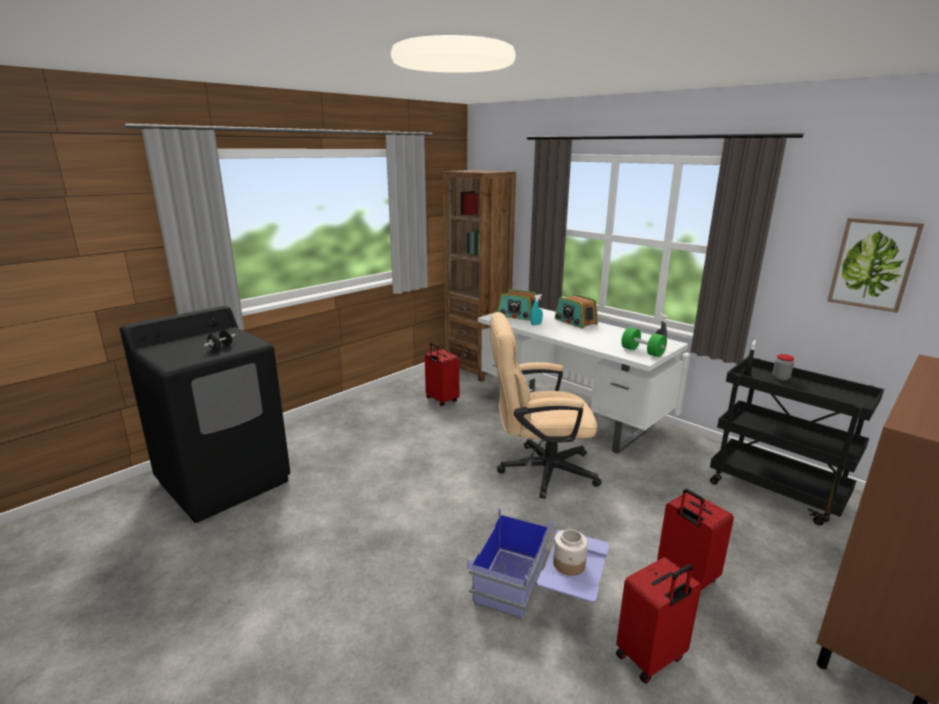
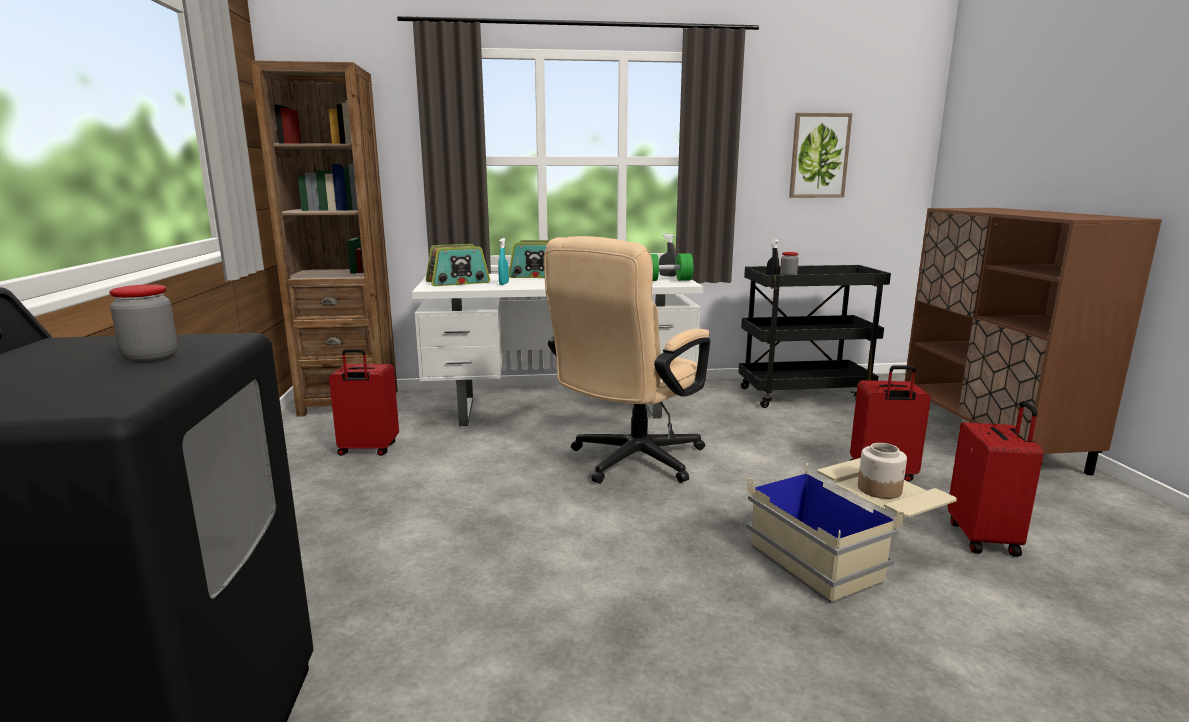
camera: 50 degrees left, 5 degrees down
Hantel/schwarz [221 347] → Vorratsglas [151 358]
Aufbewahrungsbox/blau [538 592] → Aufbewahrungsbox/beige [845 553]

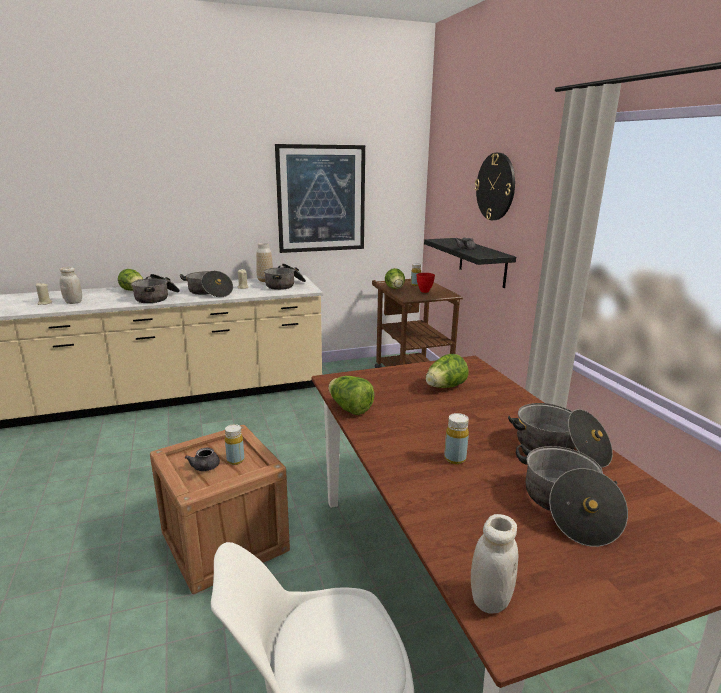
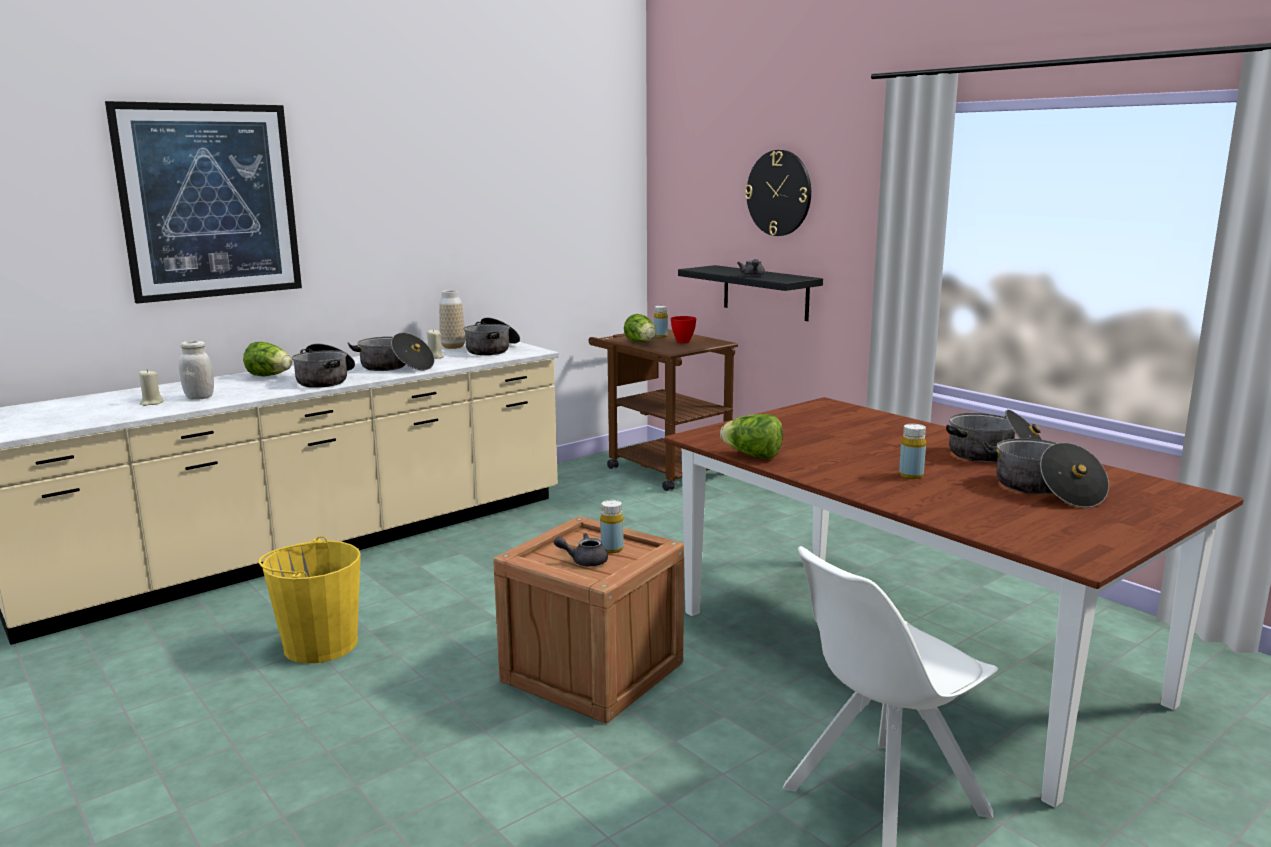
camera: 20 degrees left, 5 degrees down
Salatkopf [445 387] → -
Vorratsglas/weiß [490 600] → -
- → Eimer/gelb [320 645]
Bild [321 199] → Bild [210 201], move
Teekanne/grau [205 468] → Teekanne/grau [584 561], 120 degrees clockwise

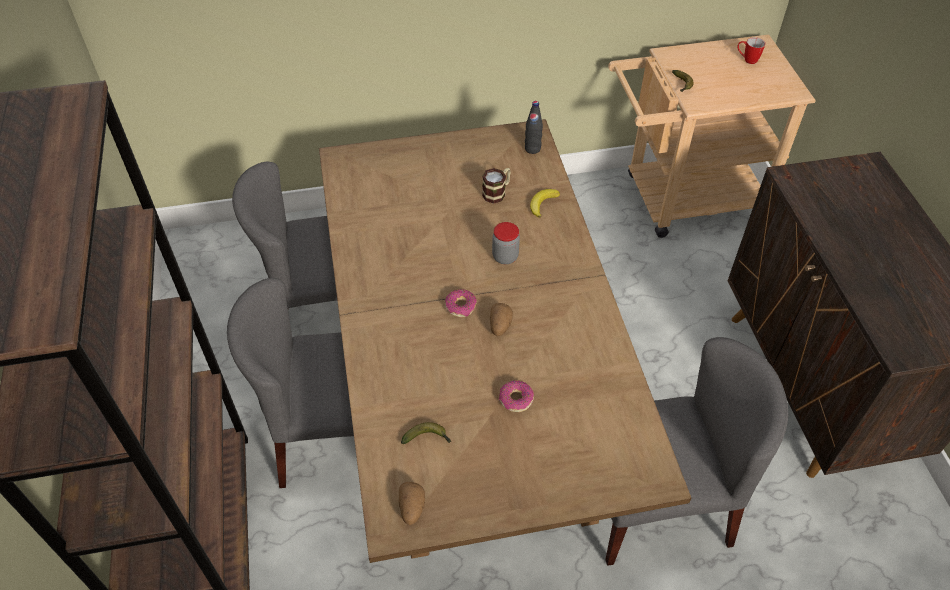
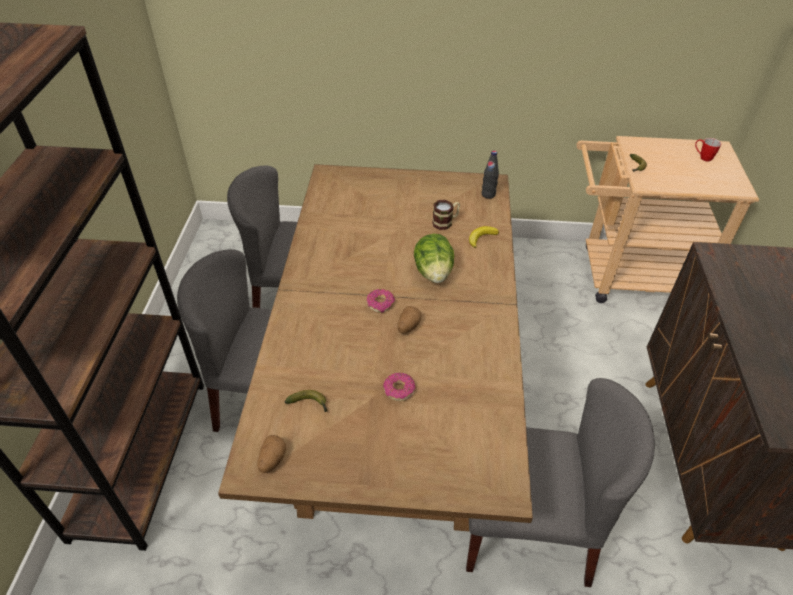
camera: 15 degrees right, 5 degrees down
Vorratsglas [505 257] → Salatkopf [433 272]

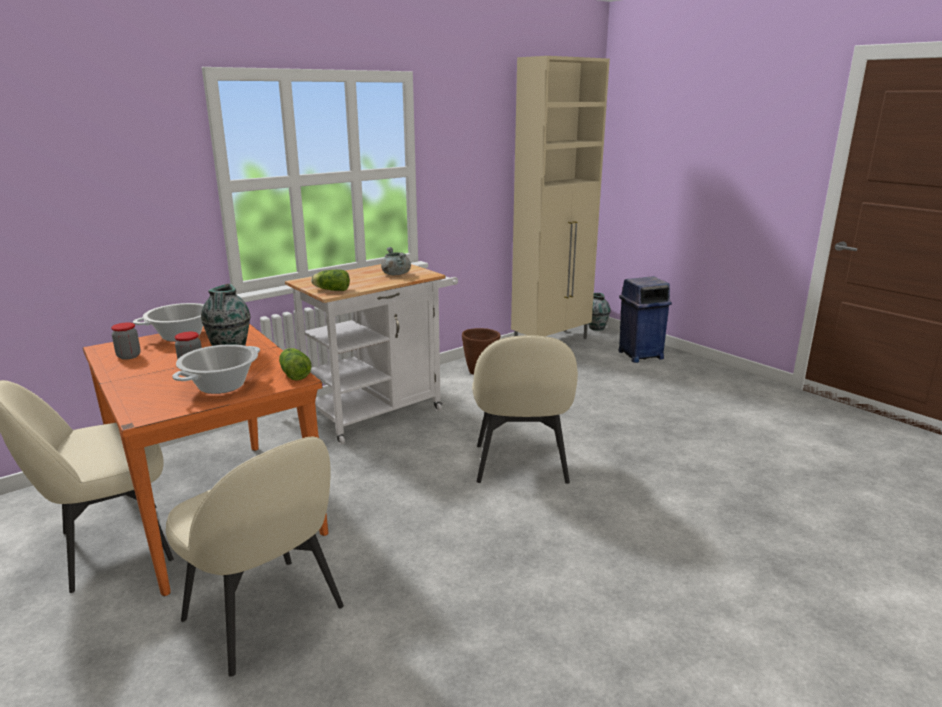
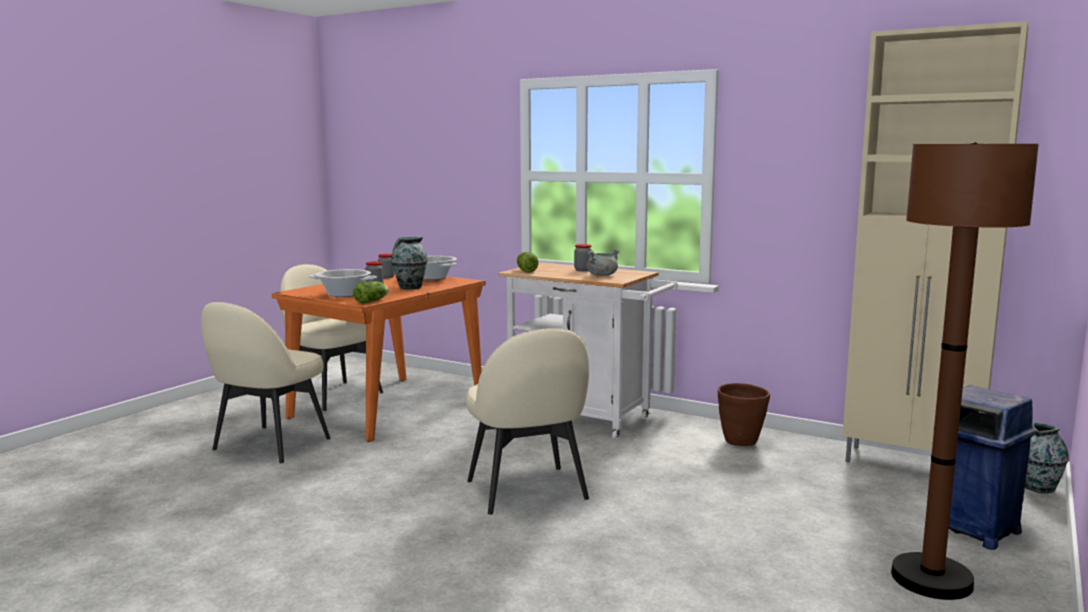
camera: 70 degrees right, 10 degrees down
- → Vorratsglas [583 270]
- → Stehlampe/braun [931 579]
Stuhl/beige [521 465] → Stuhl/beige [527 491], 90 degrees counterclockwise

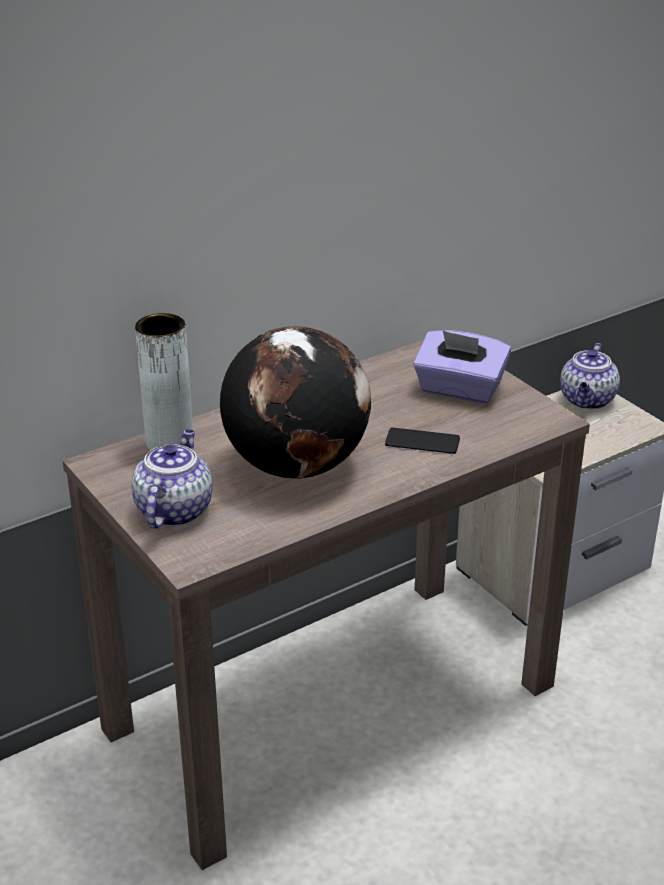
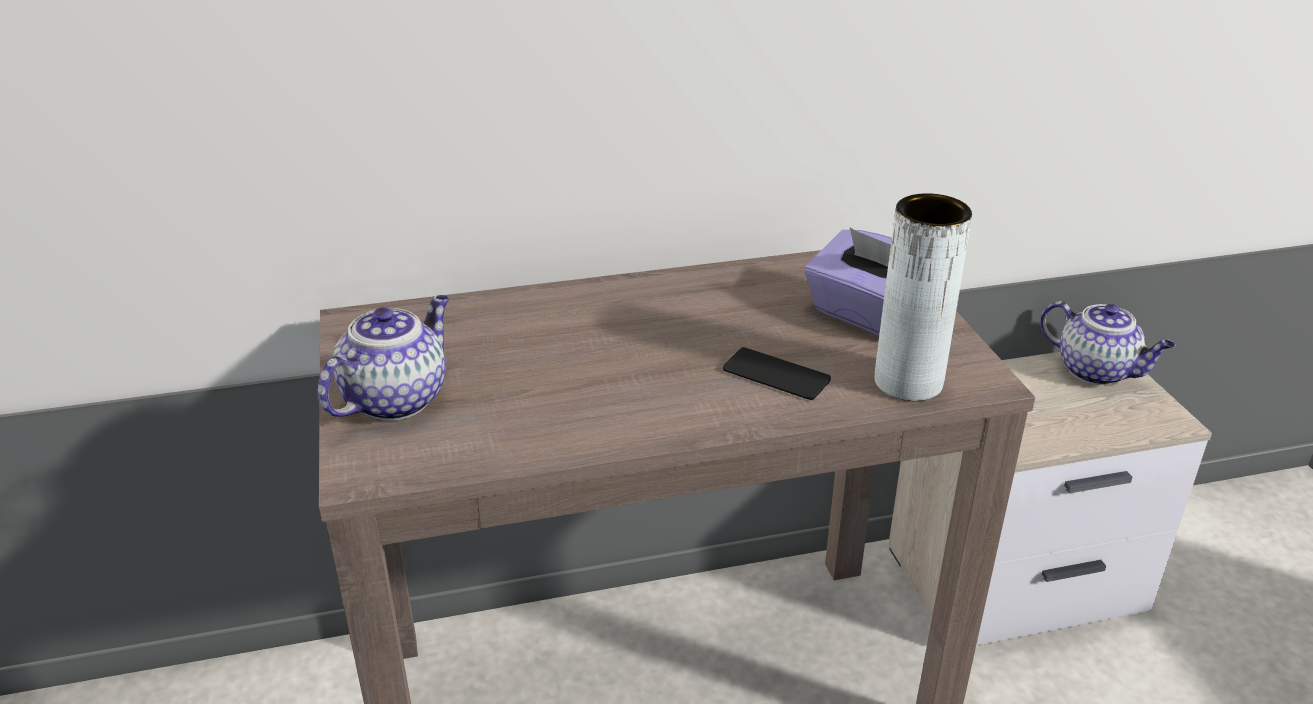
camera: 20 degrees right, 0 degrees up
Globus [296 465] → -
Vase/weiß [169 443] → Vase/weiß [908 382], move
Teekanne [587 401] → Teekanne [1097 371], 90 degrees counterclockwise

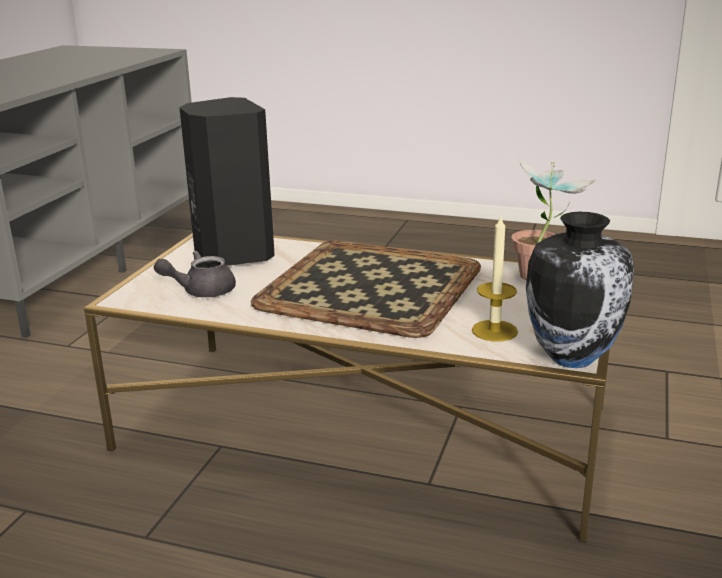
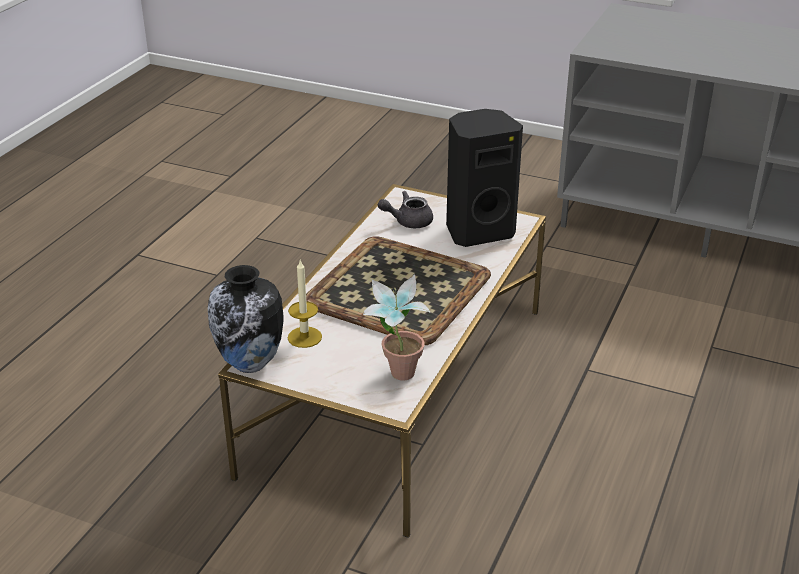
camera: 95 degrees right, 10 degrees up
Teekanne/grau [201 291] → Teekanne/grau [408 221], 90 degrees counterclockwise

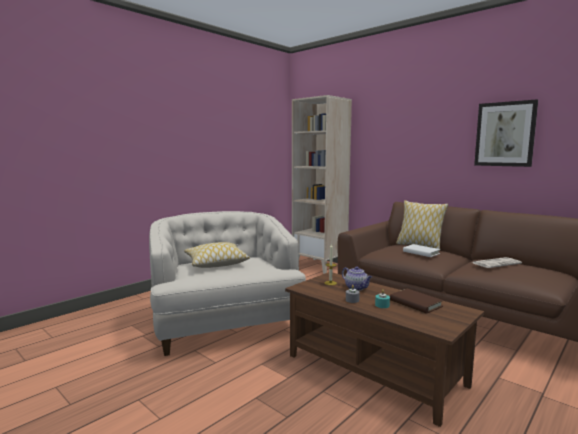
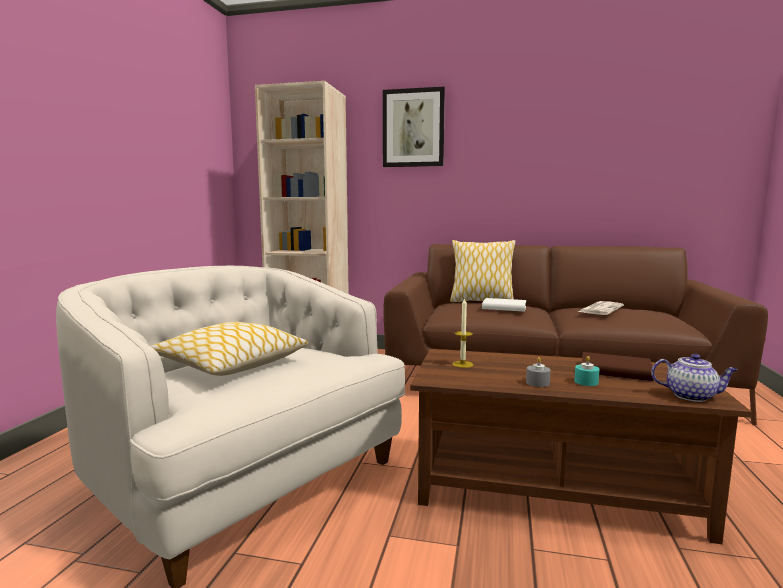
camera: 30 degrees left, 0 degrees up
Teekanne [356 288] → Teekanne [691 396], move
Bild [505 134] → Bild [413 128], move

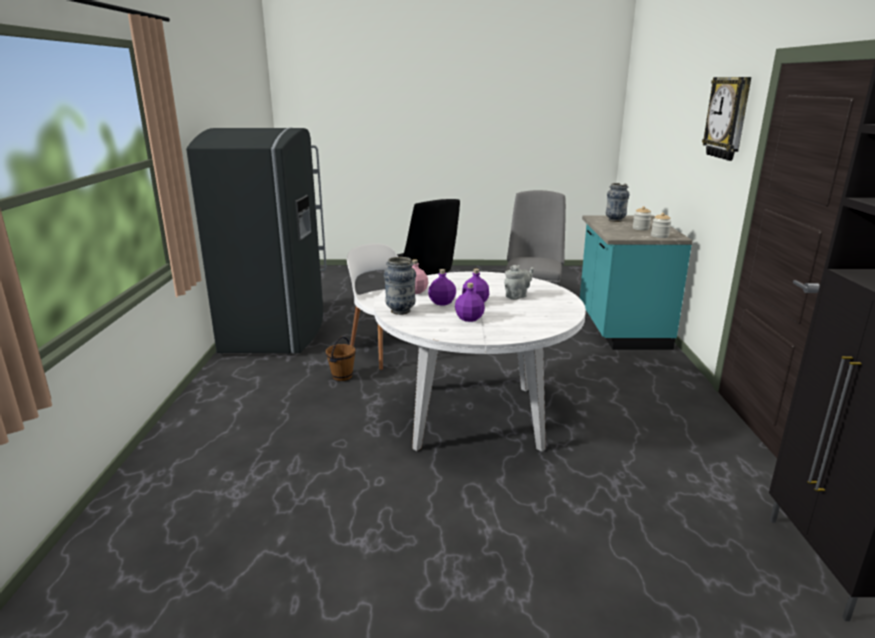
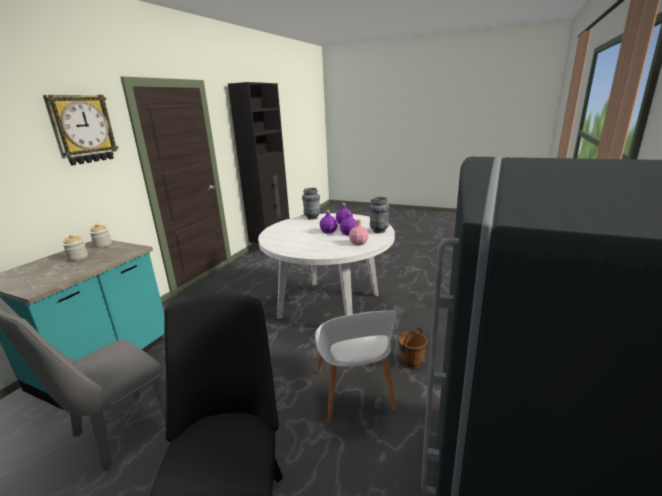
camera: 155 degrees left, 0 degrees up
Teekanne/grau [517 296] → -
Vase [615 220] → Vase [312 218], move

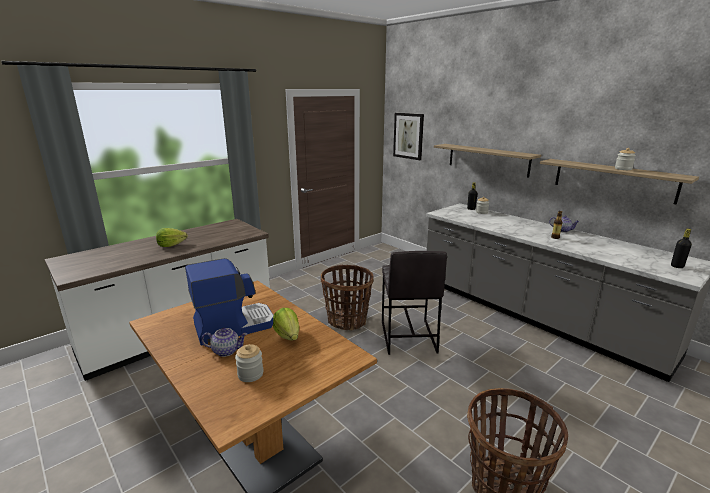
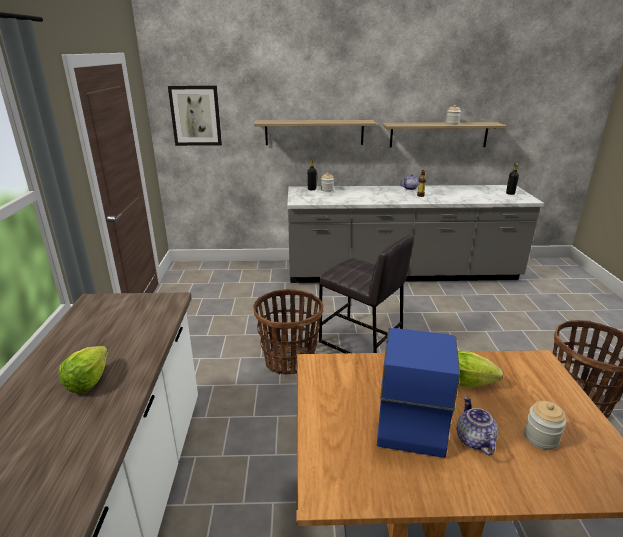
camera: 50 degrees left, 5 degrees up
Teekanne [226 351] → Teekanne [473 439], 45 degrees counterclockwise

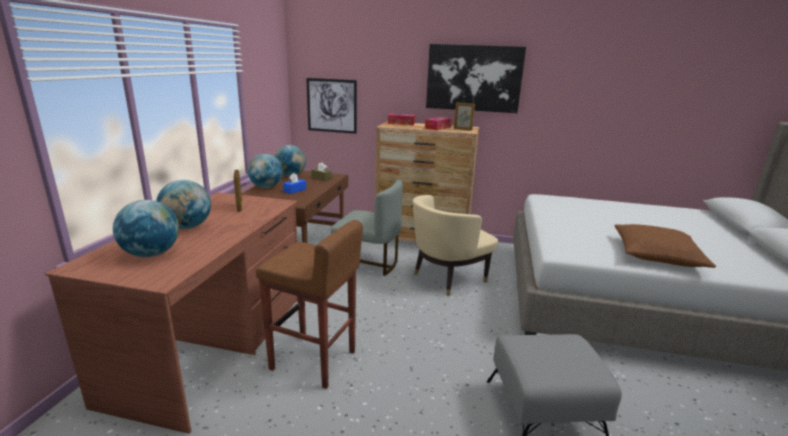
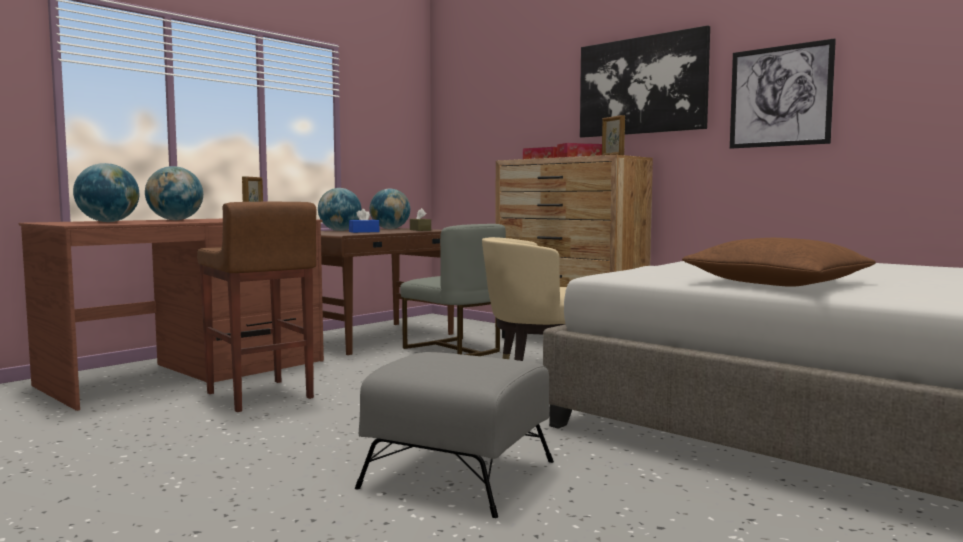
camera: 30 degrees right, 15 degrees down
Bild [332 105] → Bild [780 96], move

